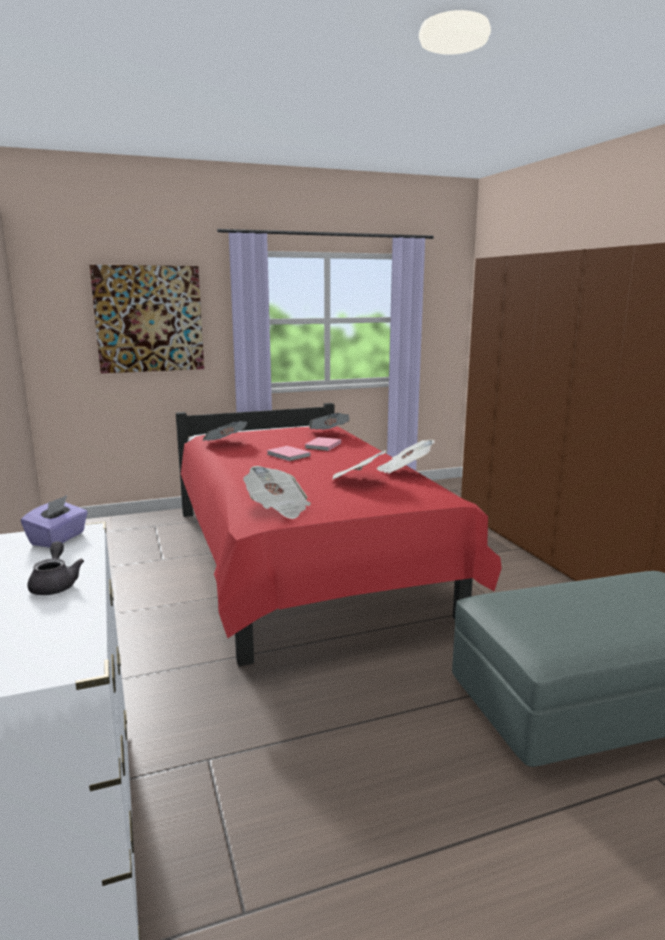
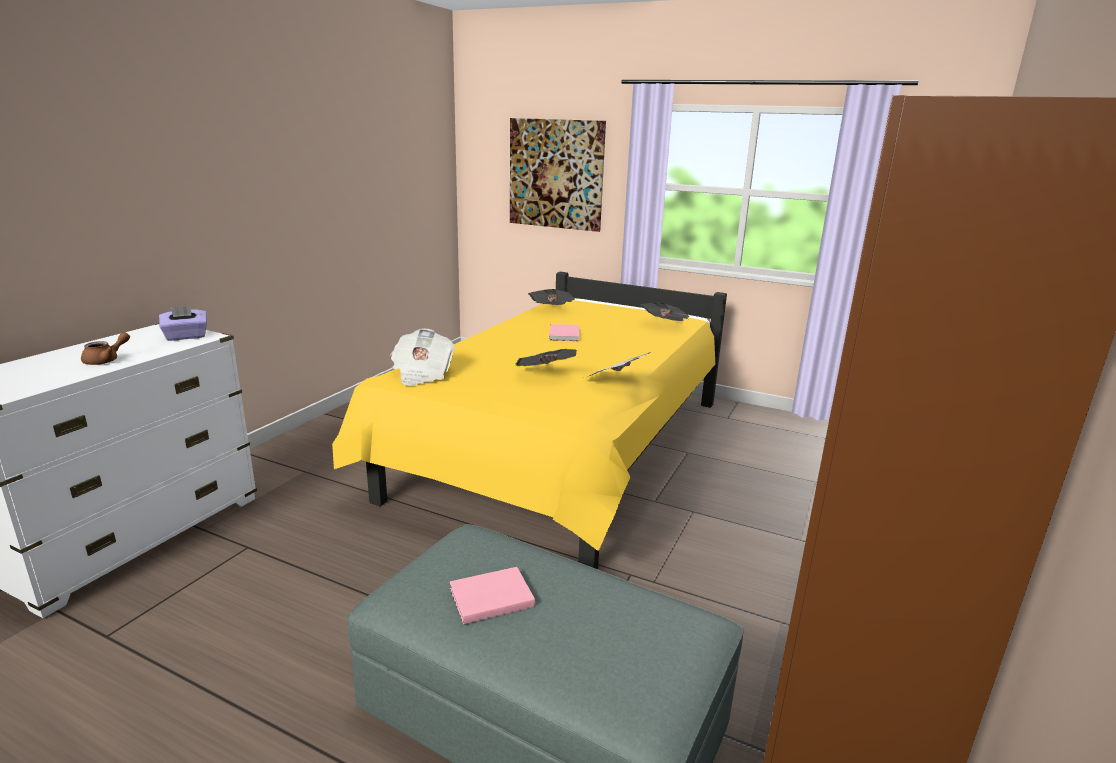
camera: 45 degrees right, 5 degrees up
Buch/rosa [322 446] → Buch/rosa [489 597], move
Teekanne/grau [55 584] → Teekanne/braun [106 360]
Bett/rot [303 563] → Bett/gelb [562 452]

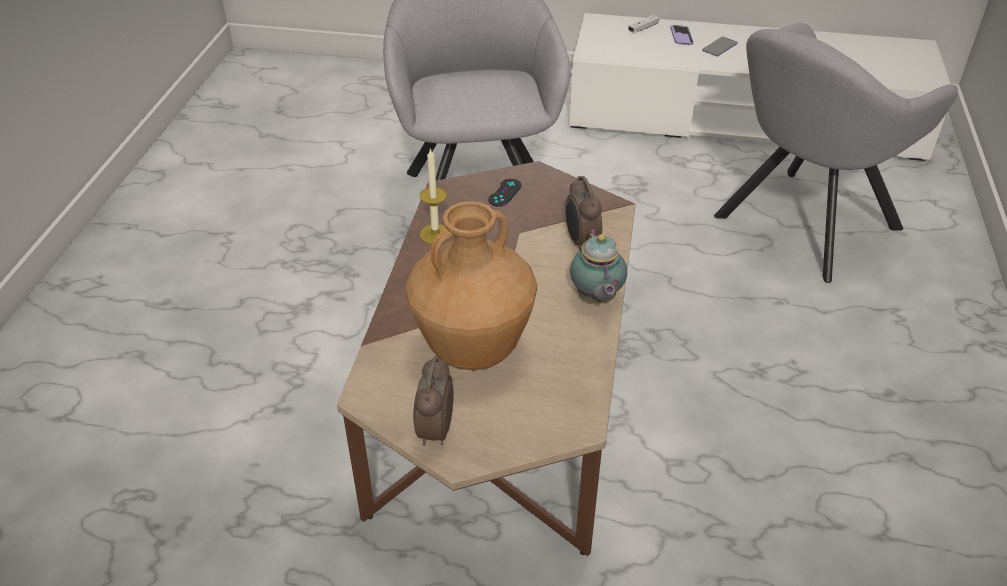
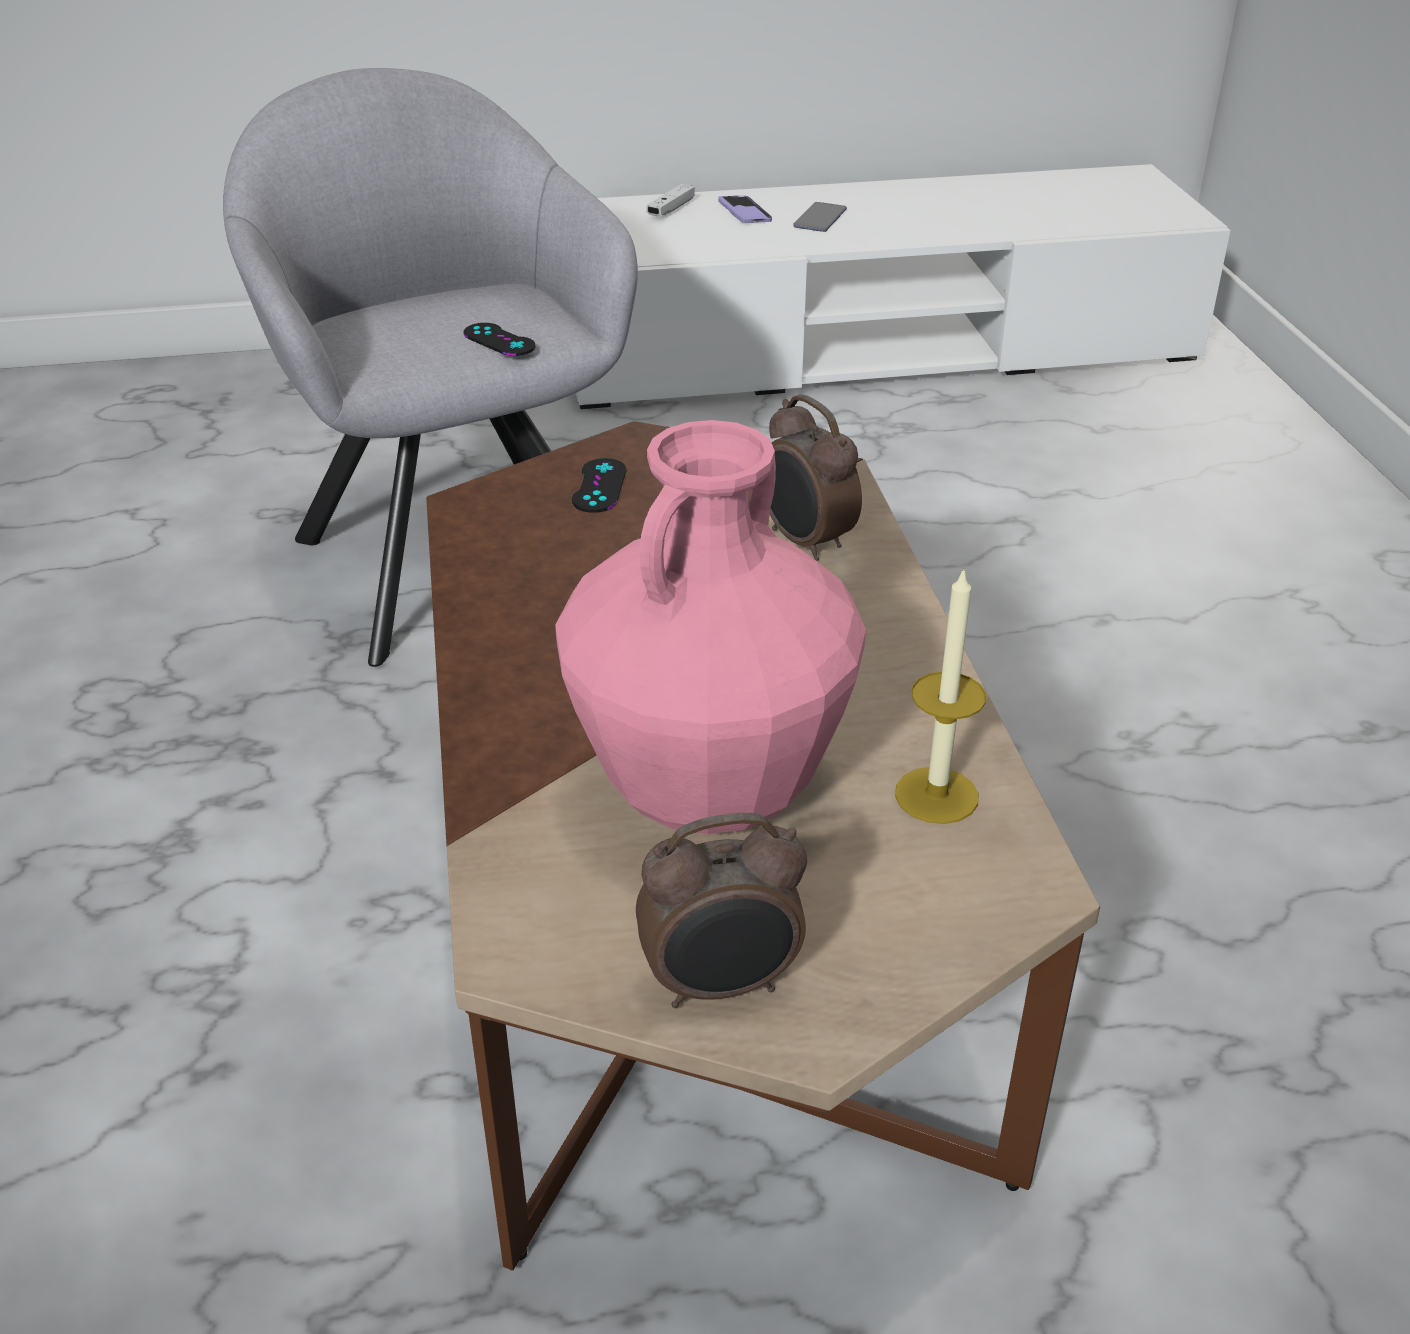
camera: 20 degrees left, 5 degrees down
Teekanne [596 299] → -
Sessel/grau [800 226] → -
- → Gamepad/schwarz [499 340]
Kerze [435 234] → Kerze [936 795], move
Vase/braun [474 350] → Vase/rosa [711 792]
Wecker [434 431] → Wecker [722 986], 90 degrees counterclockwise

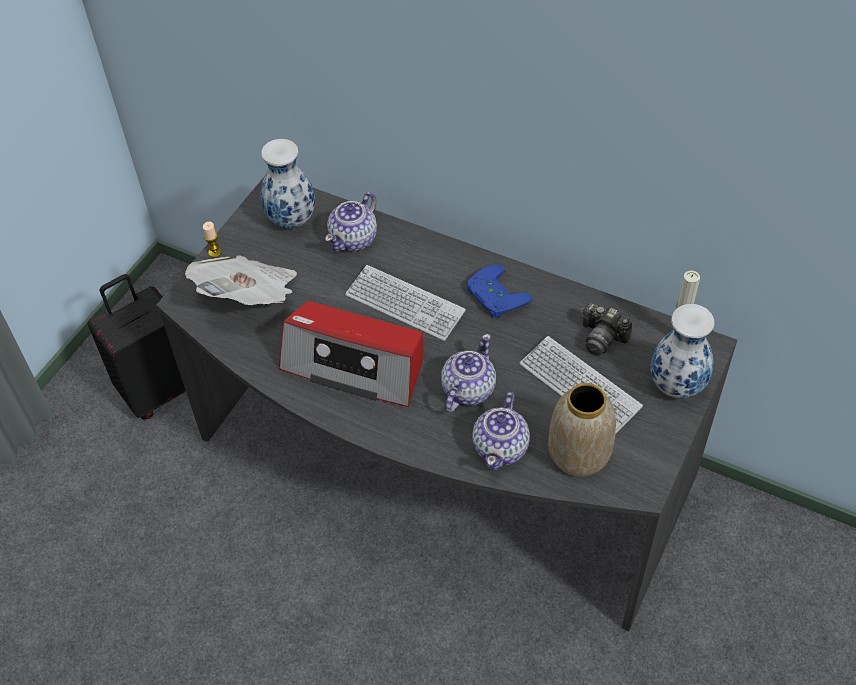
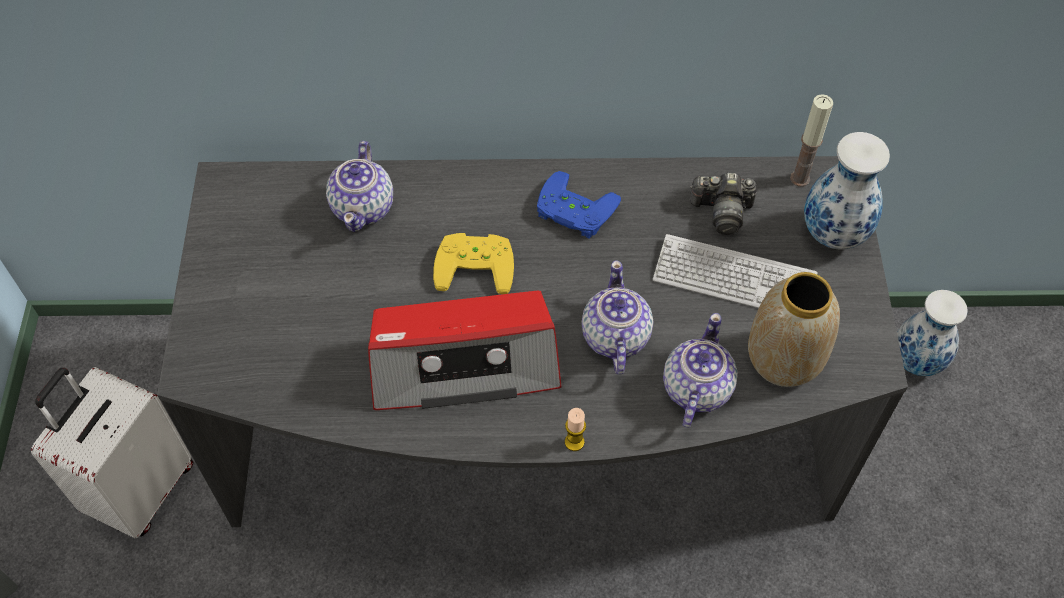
camera: 30 degrees left, 5 degrees up
Zeitung [249 297] → -
Kerze [215 252] → Kerze [574 442], move
Vase [292 220] → Vase [917 360], move
Tastatur [405 304] → Gamepad/gelb [476 263]
Koffer/schwarz [159 389] → Koffer/weiß [140 489]
Teekanne [501 447] → Teekanne [695 389], 150 degrees counterclockwise

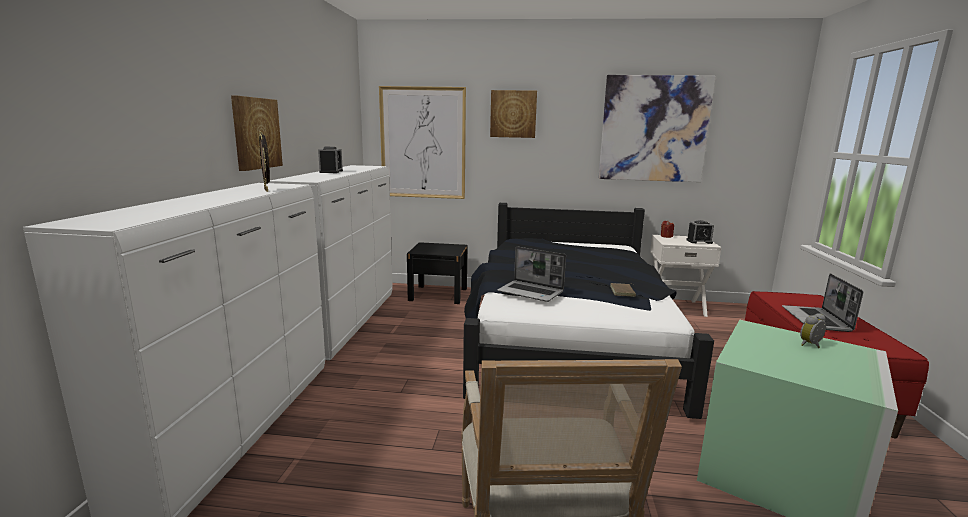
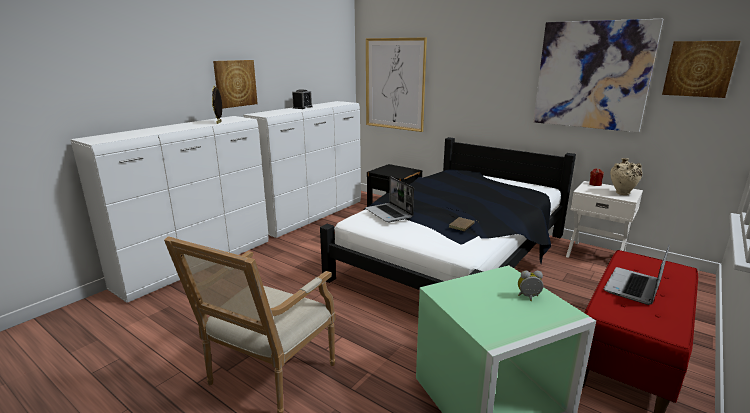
camera: 30 degrees right, 5 degrees up
Bild [513 114] → Bild [699 69], move
Wecker [699 241] → Vase/beige [621 194]

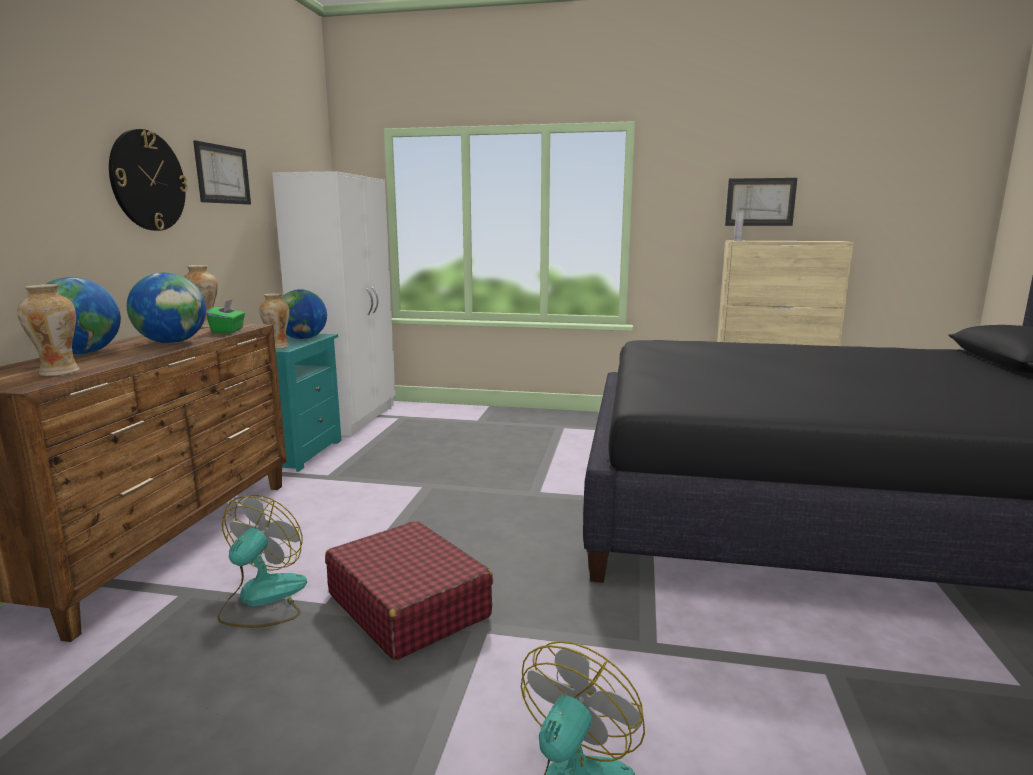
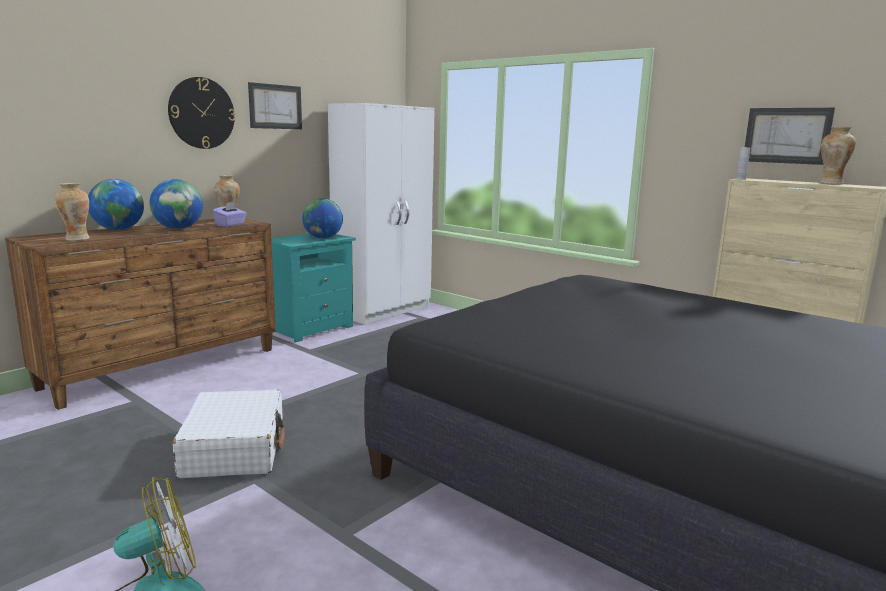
camera: 30 degrees right, 0 degrees up
Ventilator [262 599] → -
Vase [278 347] → Vase [831 183], move
Taschentuchbox/grün [228 331] → Taschentuchbox/lila [230 225]
Koffer/rot [408 605] → Koffer/weiß [235 448]

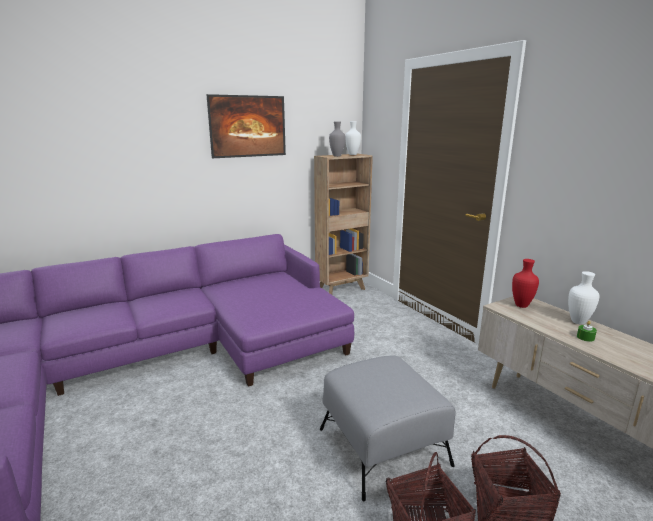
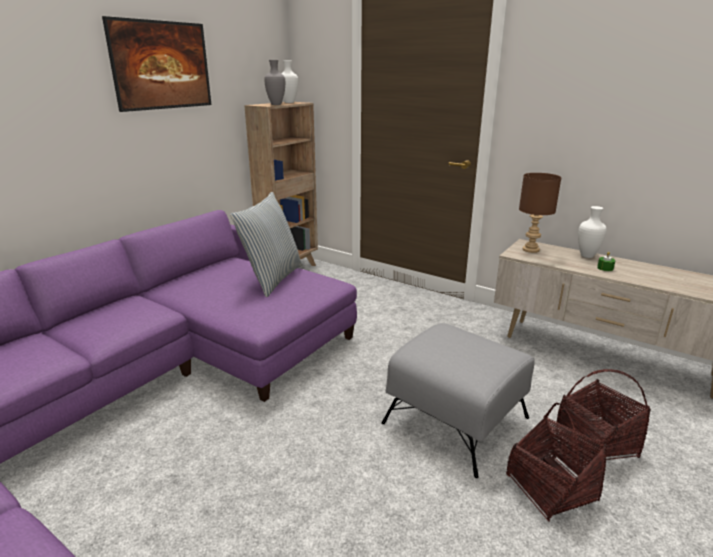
camera: 25 degrees left, 5 degrees up
- → Kissen [272 278]
Vase/rot [521 306] → Tischlampe/braun [531 250]

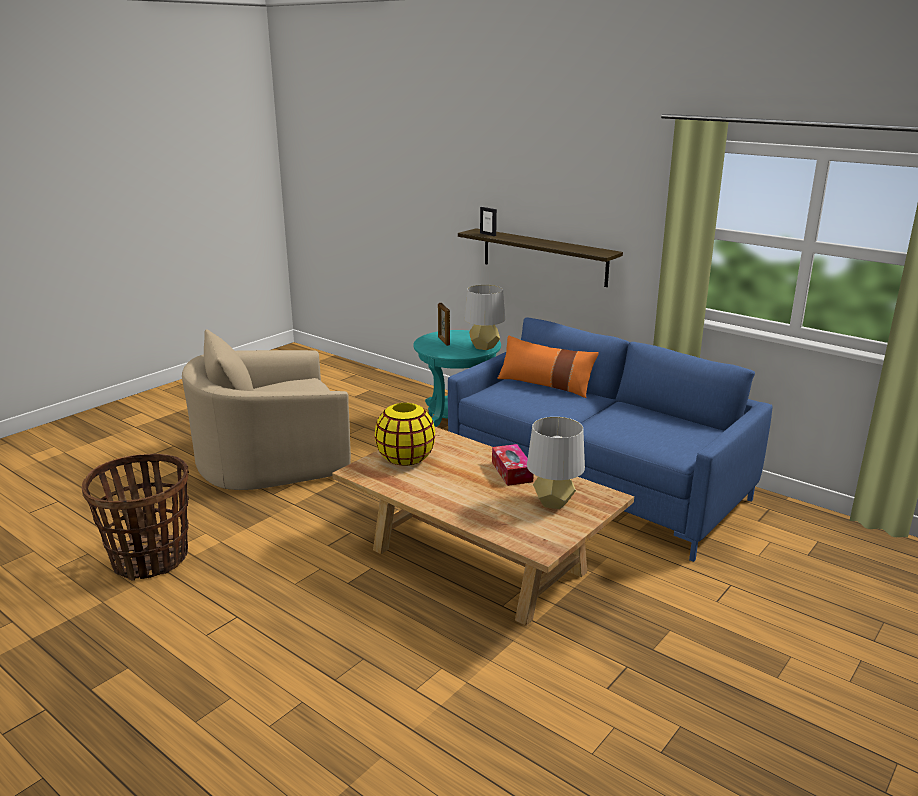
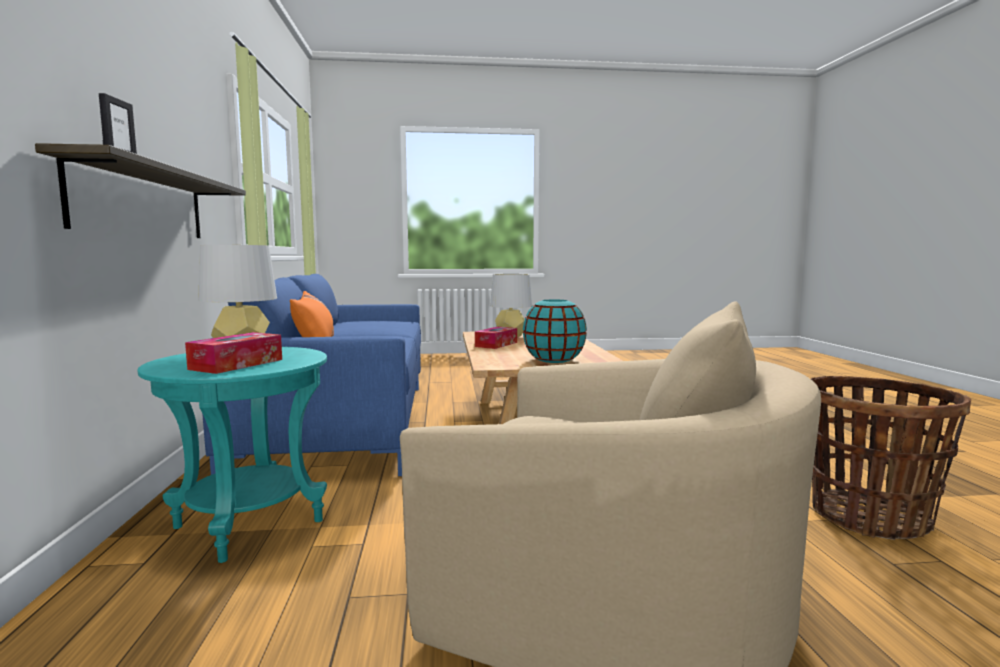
camera: 135 degrees left, 15 degrees down
Bilderrahmen [443 341] → Taschentuchbox [237 364]
Vase/gelb [405 459] → Vase/türkis [554 360]

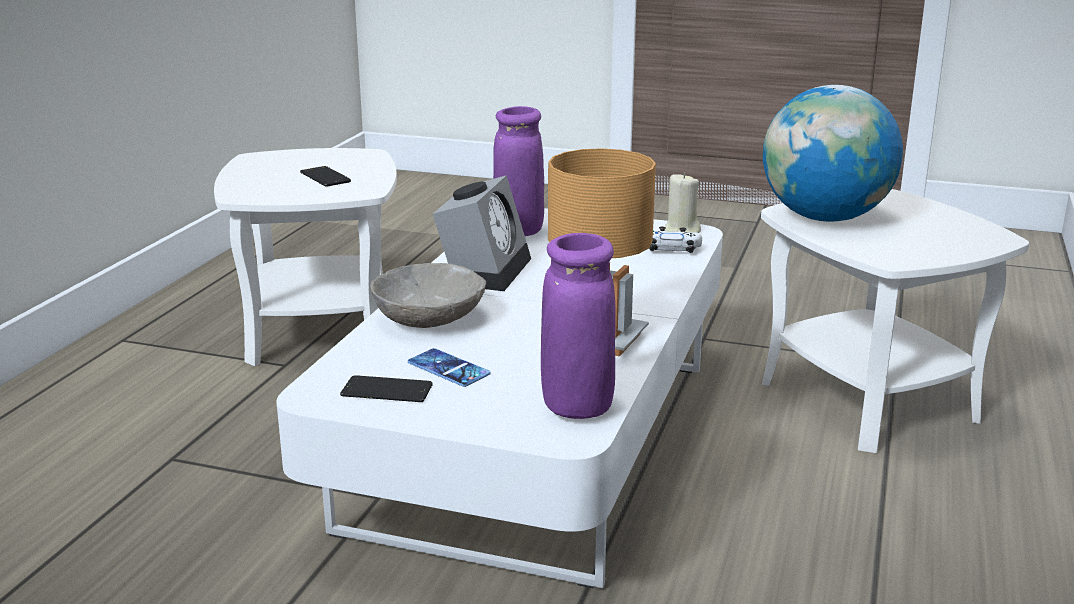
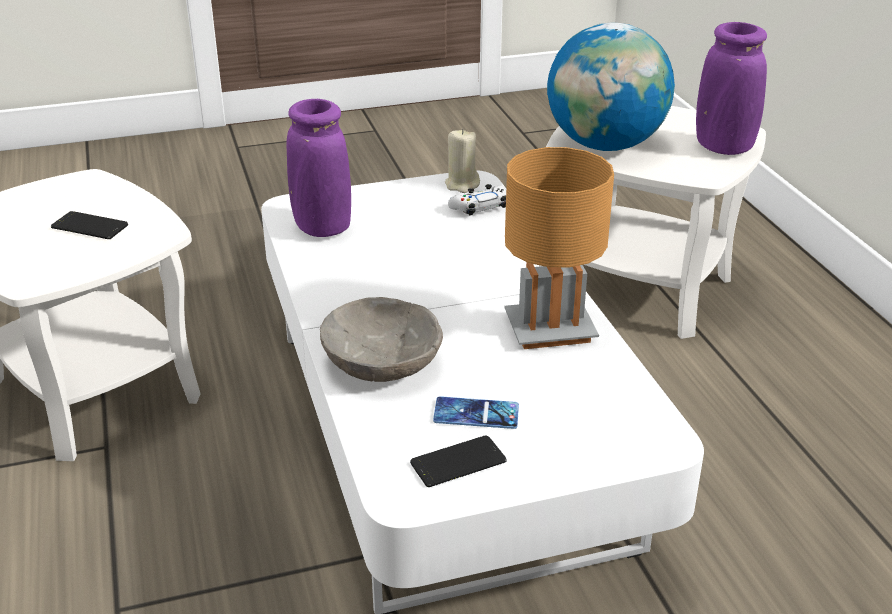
camera: 35 degrees left, 10 degrees up
Wecker [485 269] → -
Vase/lila [577 406] → Vase/lila [723 148], move

